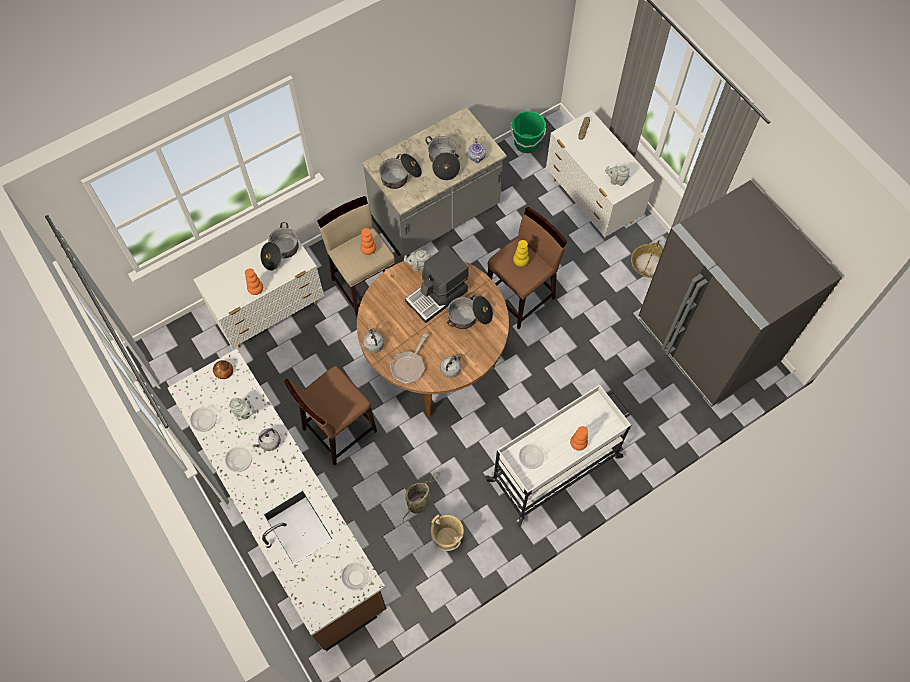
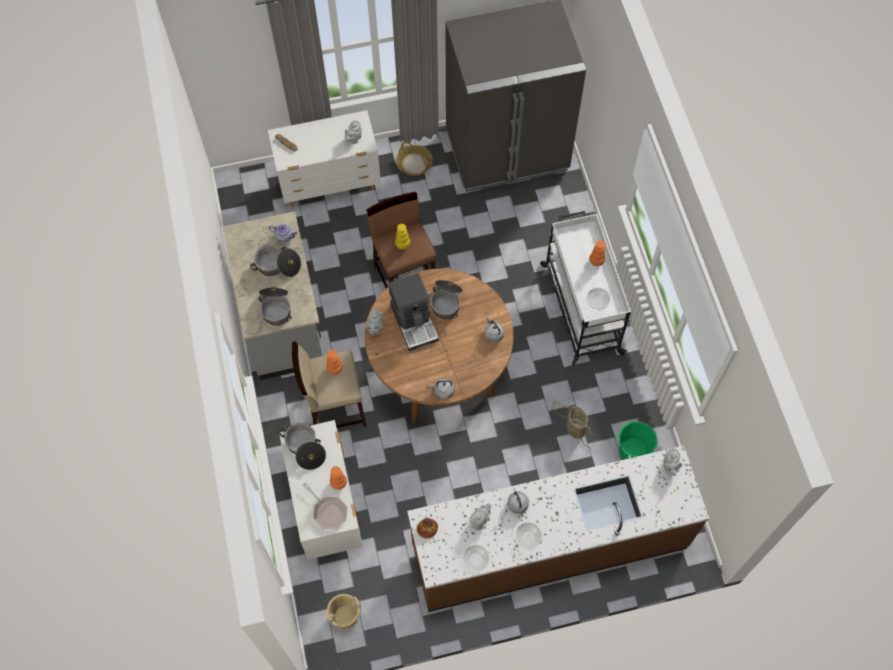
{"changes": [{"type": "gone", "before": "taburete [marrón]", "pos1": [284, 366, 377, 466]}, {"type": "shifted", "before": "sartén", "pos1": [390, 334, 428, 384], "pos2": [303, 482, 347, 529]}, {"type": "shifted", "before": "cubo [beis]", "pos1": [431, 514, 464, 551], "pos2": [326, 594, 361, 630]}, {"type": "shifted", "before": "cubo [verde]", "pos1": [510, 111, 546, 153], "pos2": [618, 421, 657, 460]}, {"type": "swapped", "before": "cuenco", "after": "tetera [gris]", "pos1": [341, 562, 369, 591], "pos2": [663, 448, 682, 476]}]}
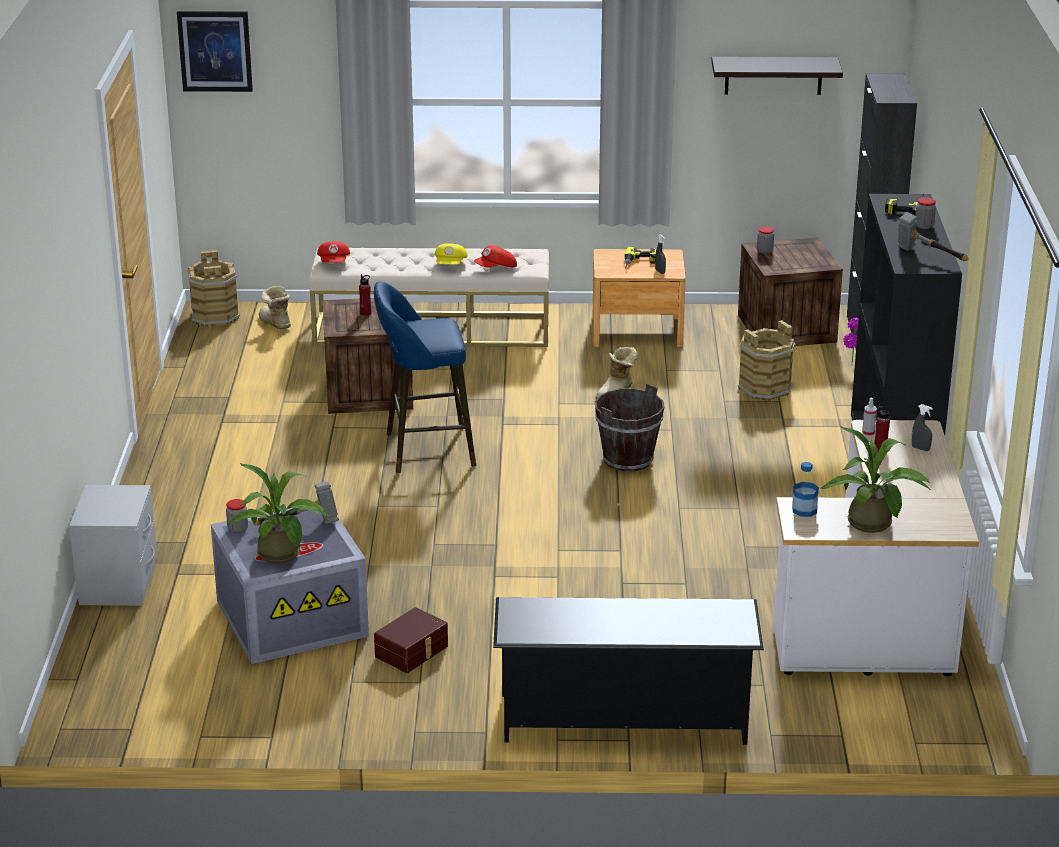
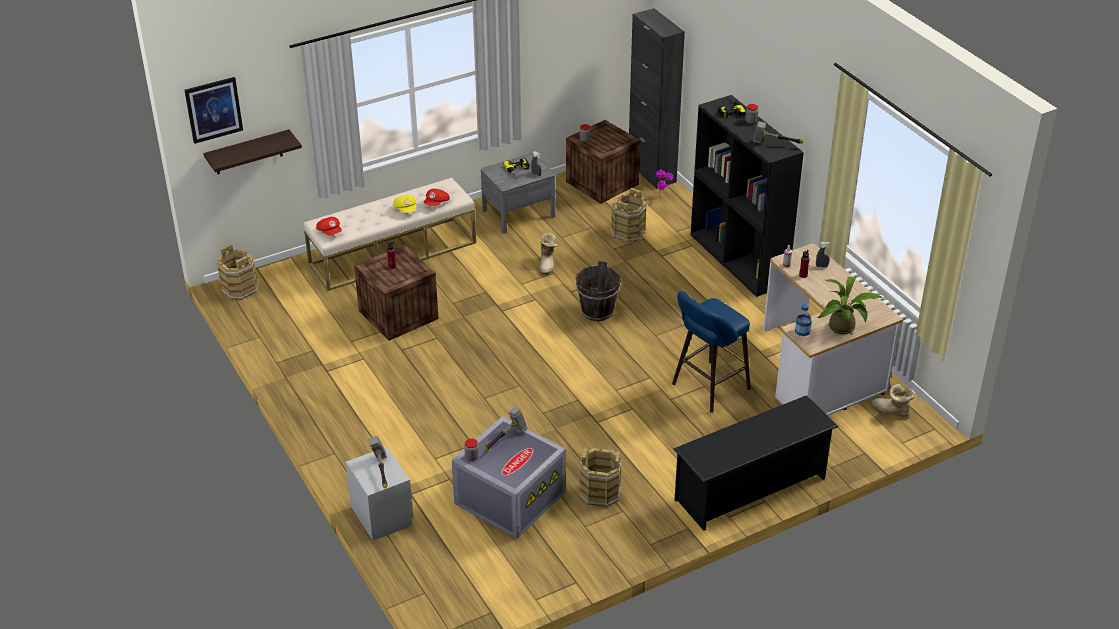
{"changes": [{"type": "gone", "before": "planta en maceta", "pos1": [227, 463, 331, 563]}, {"type": "new", "after": "martillo", "pos2": [369, 436, 388, 488]}, {"type": "shifted", "before": "bota", "pos1": [259, 286, 291, 329], "pos2": [871, 384, 916, 417]}, {"type": "shifted", "before": "taburete [azul]", "pos1": [374, 281, 476, 473], "pos2": [672, 291, 751, 413]}, {"type": "shifted", "before": "estante", "pos1": [711, 57, 843, 95], "pos2": [203, 130, 302, 174]}, {"type": "swapped", "before": "caja de almacenaje [marrón]", "after": "cubo [marrón]", "pos1": [374, 607, 448, 673], "pos2": [580, 447, 622, 507]}, {"type": "repainted", "before": "mesita de noche [marrón]", "after": "mesita de noche [gris]", "pos1": [593, 249, 686, 347], "pos2": [481, 153, 555, 234]}]}
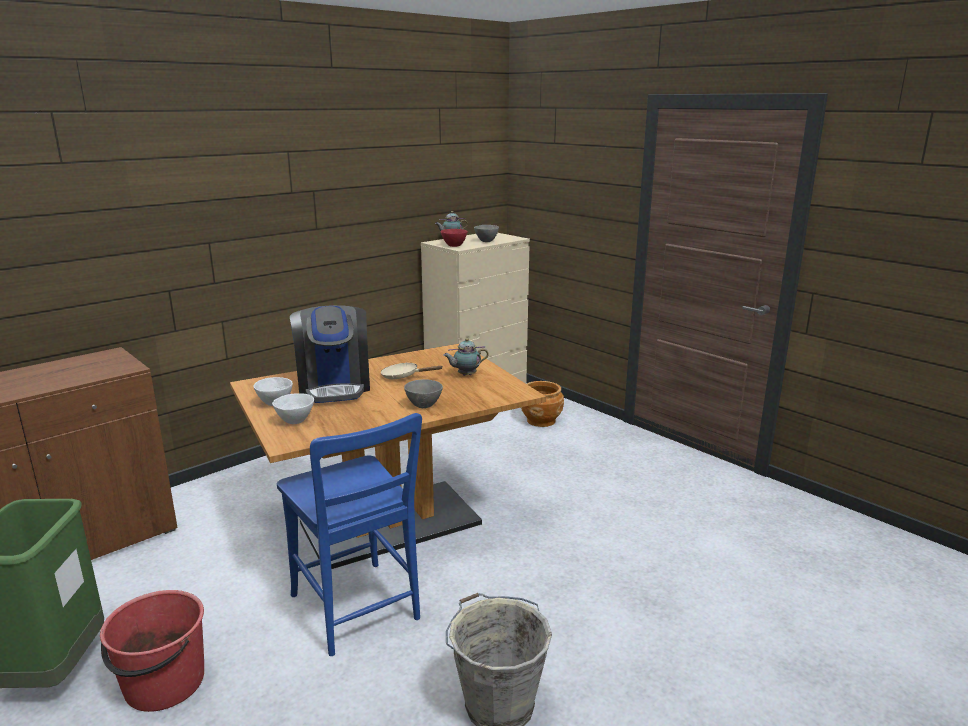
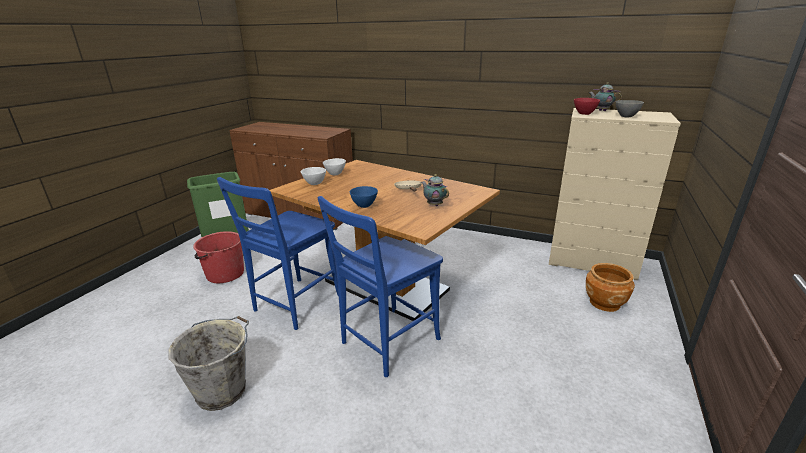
{"changes": [{"type": "gone", "before": "cafetera", "pos1": [290, 305, 370, 403]}, {"type": "new", "after": "silla [azul]", "pos2": [318, 196, 443, 377]}, {"type": "repainted", "before": "cuenco [gris]", "after": "cuenco [azul]", "pos1": [404, 379, 443, 408], "pos2": [350, 186, 378, 208]}]}
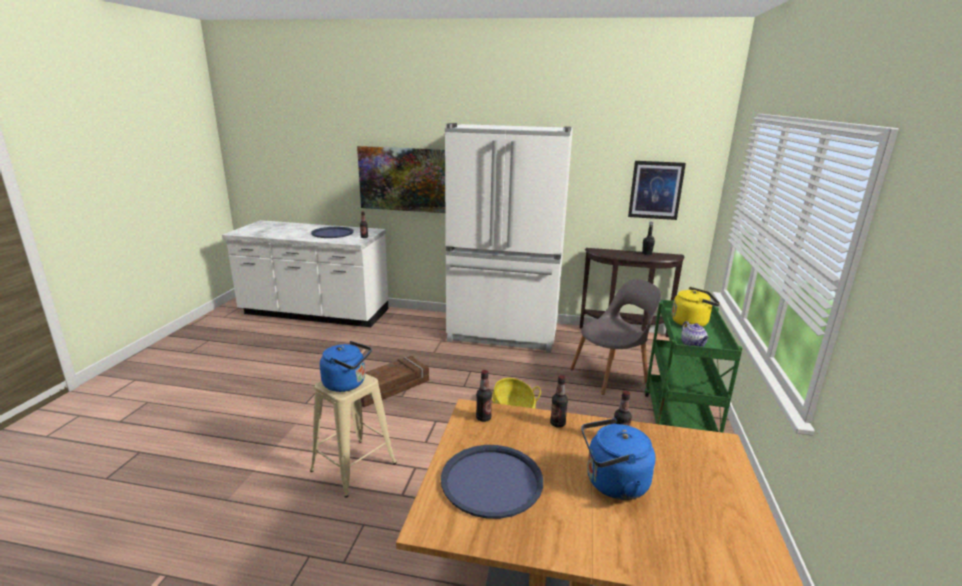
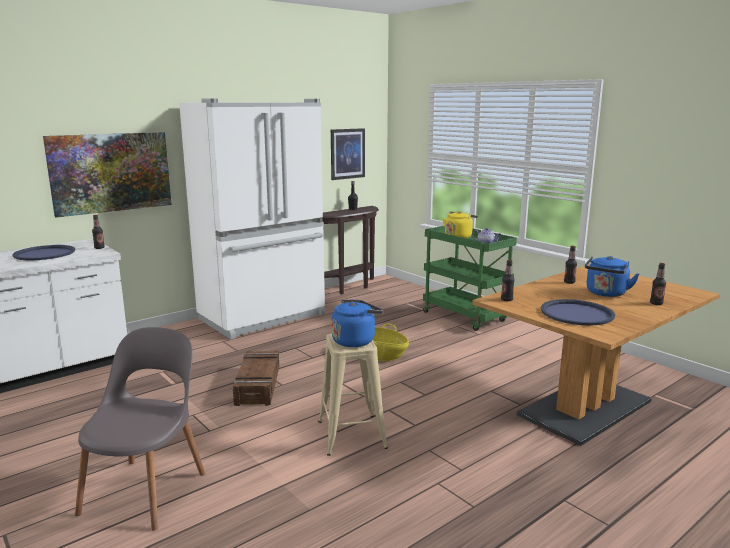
{"changes": [{"type": "shifted", "before": "botella", "pos1": [550, 375, 568, 428], "pos2": [650, 263, 666, 305]}, {"type": "shifted", "before": "silla [gris]", "pos1": [570, 279, 661, 395], "pos2": [75, 327, 205, 531]}]}
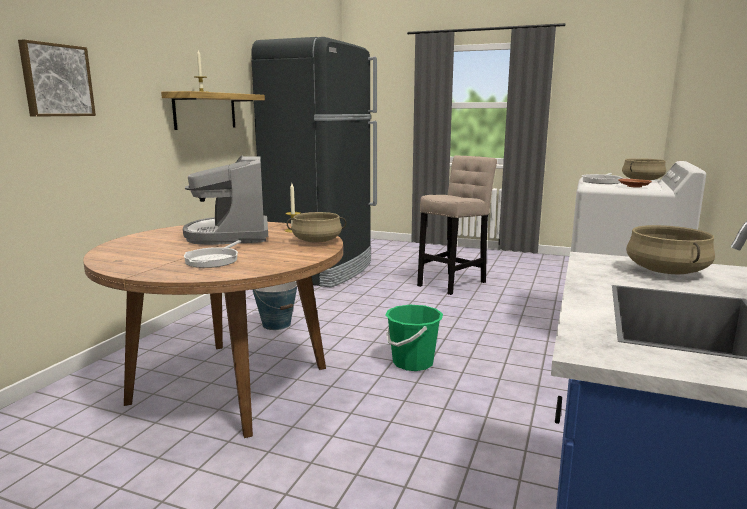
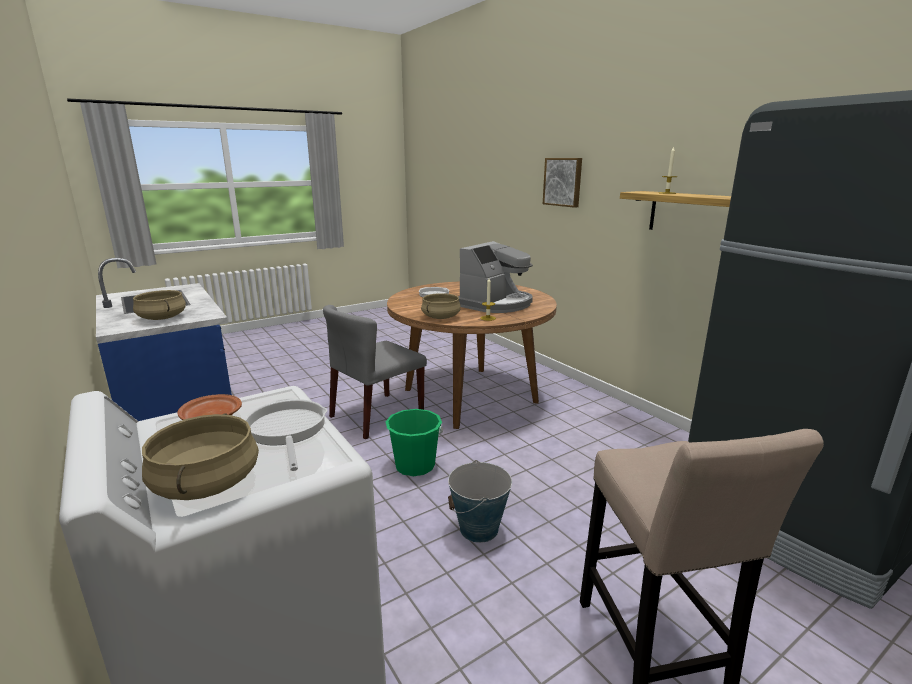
{"changes": [{"type": "new", "after": "silla [gris]", "pos2": [323, 305, 427, 439]}, {"type": "shifted", "before": "cubo", "pos1": [252, 281, 299, 330], "pos2": [448, 460, 512, 543]}, {"type": "rotated", "before": "cafetera", "pos1": [183, 156, 268, 245], "pos2": [458, 241, 533, 313], "turn": 105}]}
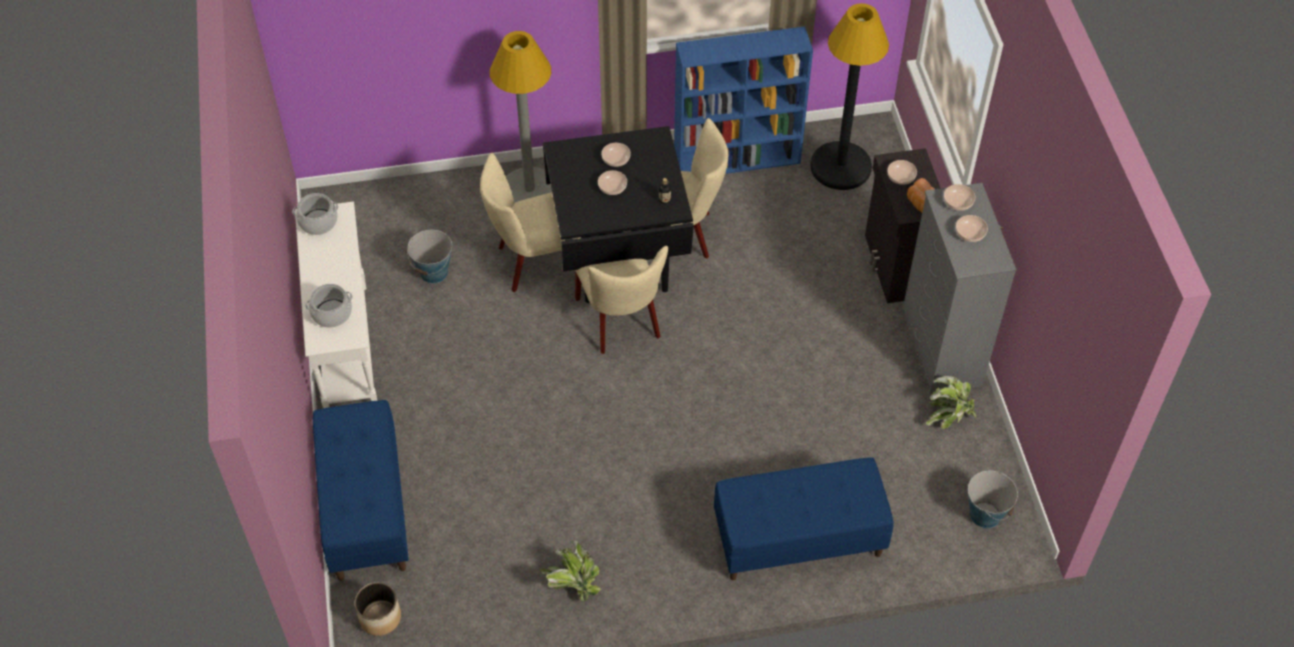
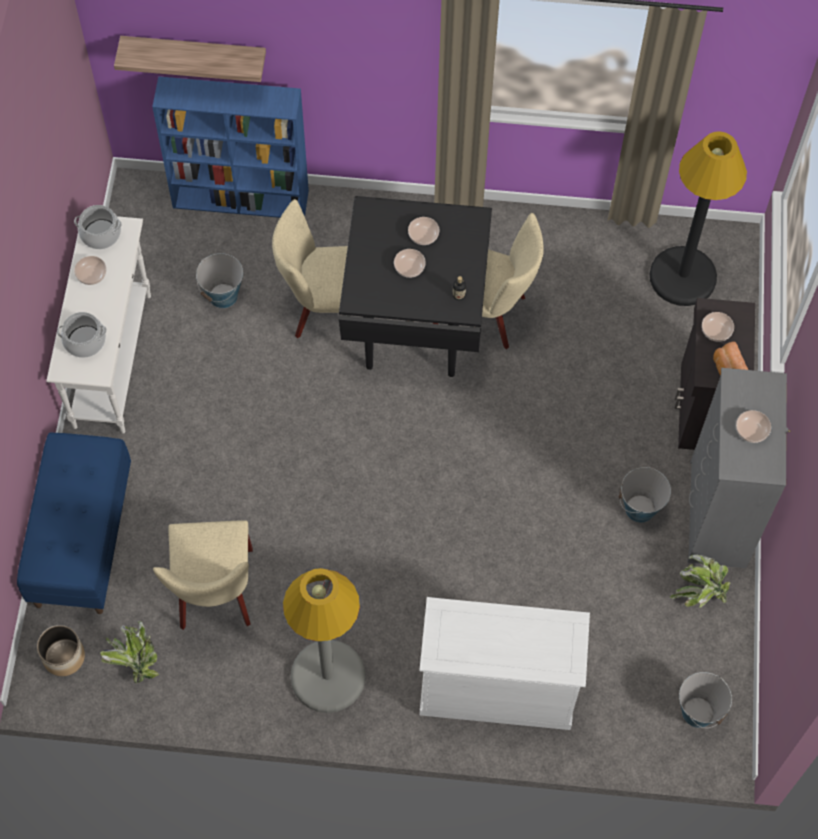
{"changes": [{"type": "new", "after": "estante", "pos2": [114, 36, 266, 82]}, {"type": "new", "after": "cubo", "pos2": [618, 467, 671, 523]}, {"type": "shifted", "before": "lámpara de pie [gris]", "pos1": [490, 31, 552, 203], "pos2": [283, 568, 365, 713]}, {"type": "shifted", "before": "planta en maceta", "pos1": [540, 540, 602, 602], "pos2": [100, 621, 159, 683]}, {"type": "shifted", "before": "silla [beis]", "pos1": [575, 246, 668, 354], "pos2": [153, 520, 253, 630]}, {"type": "shifted", "before": "estantería [azul]", "pos1": [674, 26, 813, 174], "pos2": [152, 76, 309, 218]}, {"type": "shifted", "before": "cuenco", "pos1": [944, 184, 975, 211], "pos2": [74, 256, 106, 285]}, {"type": "swapped", "before": "banco [azul]", "after": "cómoda [blanco]", "pos1": [714, 457, 894, 580], "pos2": [419, 597, 590, 730]}]}
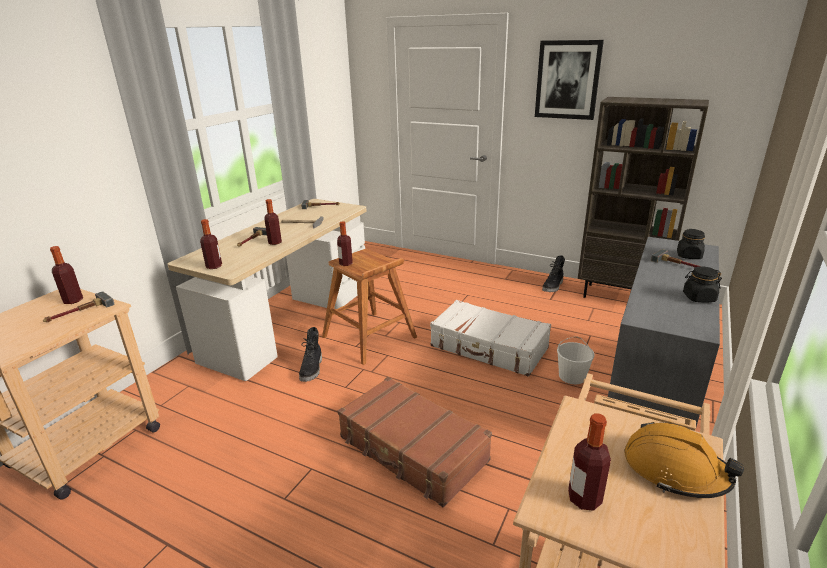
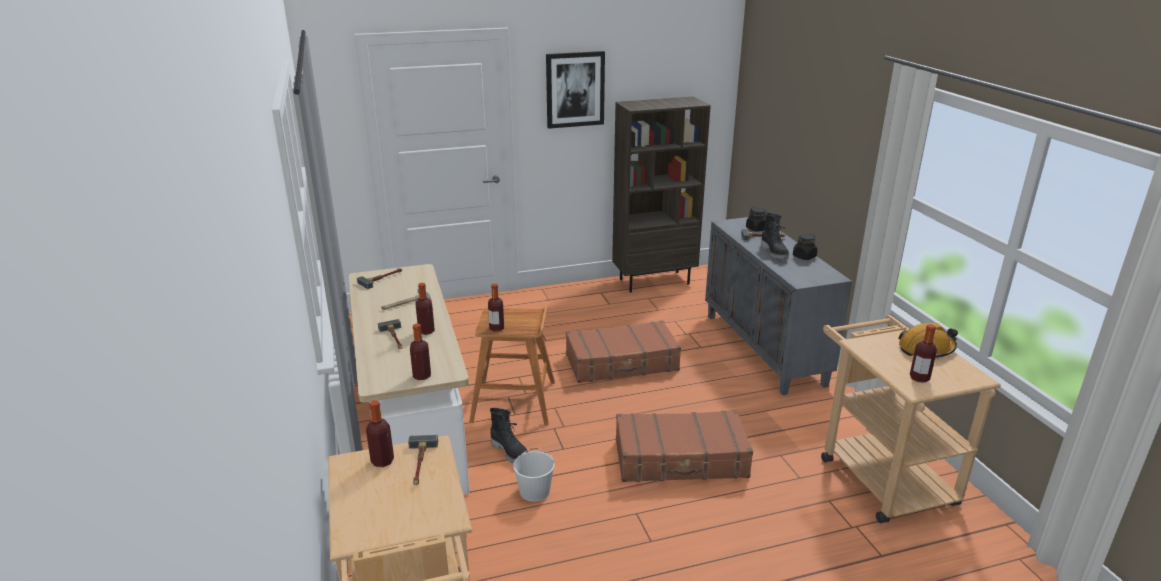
{"changes": [{"type": "shifted", "before": "bota [negro]", "pos1": [542, 255, 565, 292], "pos2": [761, 213, 789, 260]}, {"type": "shifted", "before": "cubo [blanco]", "pos1": [557, 336, 595, 384], "pos2": [513, 448, 555, 502]}, {"type": "repainted", "before": "maleta [blanco]", "after": "maleta [marrón]", "pos1": [430, 300, 551, 377], "pos2": [566, 321, 681, 383]}]}
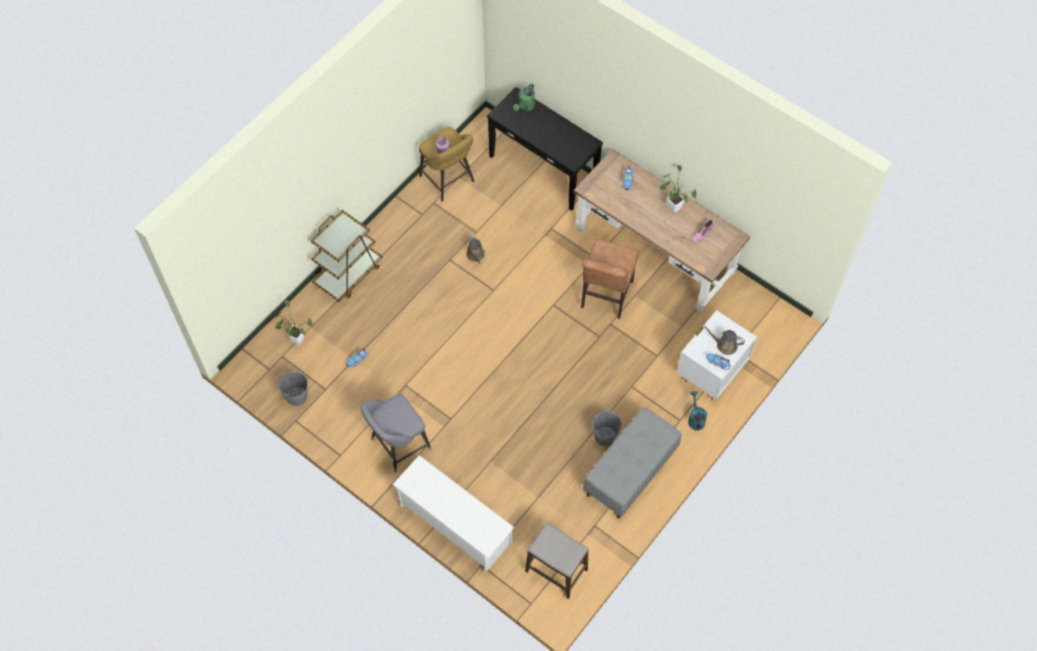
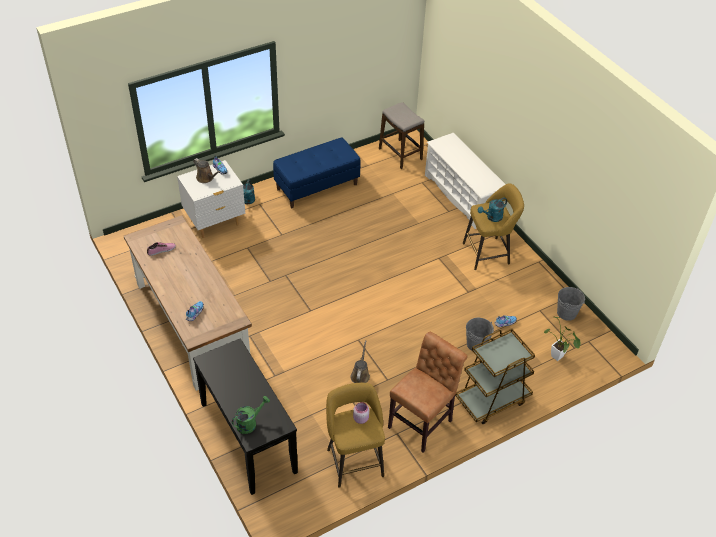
{"changes": [{"type": "gone", "before": "planta en maceta", "pos1": [659, 165, 697, 213]}, {"type": "new", "after": "regadera [turquesa]", "pos2": [478, 197, 507, 222]}, {"type": "shifted", "before": "silla [marrón]", "pos1": [581, 239, 639, 319], "pos2": [388, 332, 467, 453]}, {"type": "shifted", "before": "cubo [gris]", "pos1": [592, 411, 622, 446], "pos2": [466, 318, 494, 351]}, {"type": "repainted", "before": "taburete [gris]", "after": "taburete [amarillo]", "pos1": [360, 394, 432, 472], "pos2": [463, 184, 524, 270]}, {"type": "repainted", "before": "banco [gris]", "after": "banco [azul]", "pos1": [583, 407, 682, 519], "pos2": [273, 138, 360, 208]}]}
